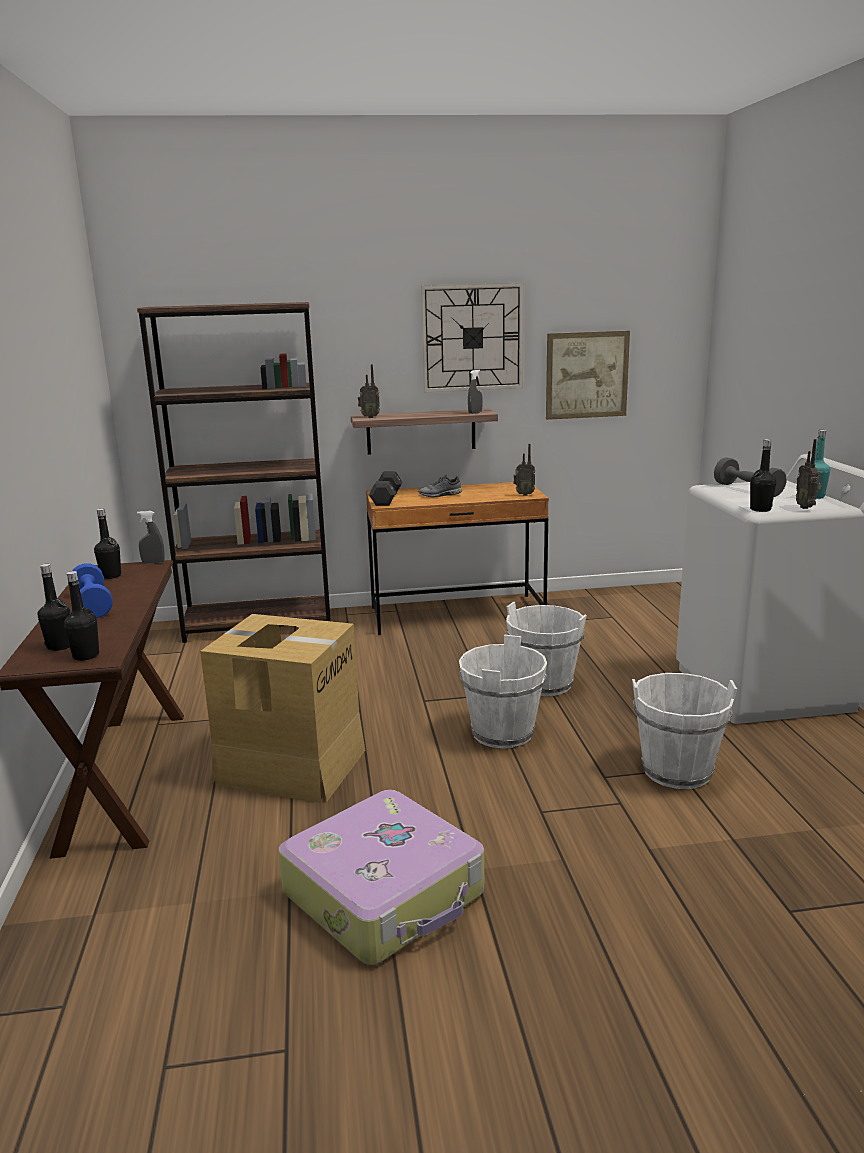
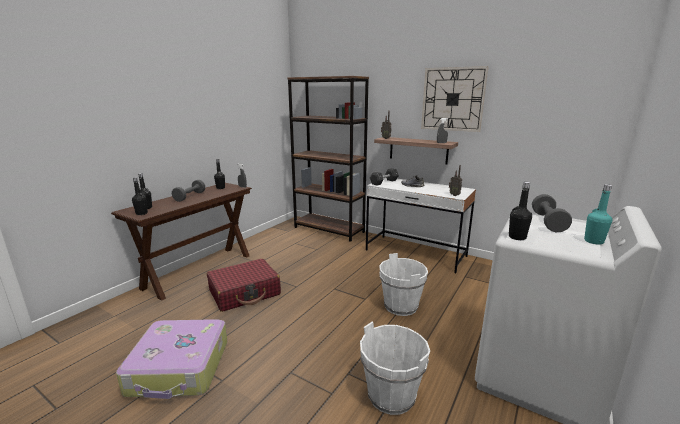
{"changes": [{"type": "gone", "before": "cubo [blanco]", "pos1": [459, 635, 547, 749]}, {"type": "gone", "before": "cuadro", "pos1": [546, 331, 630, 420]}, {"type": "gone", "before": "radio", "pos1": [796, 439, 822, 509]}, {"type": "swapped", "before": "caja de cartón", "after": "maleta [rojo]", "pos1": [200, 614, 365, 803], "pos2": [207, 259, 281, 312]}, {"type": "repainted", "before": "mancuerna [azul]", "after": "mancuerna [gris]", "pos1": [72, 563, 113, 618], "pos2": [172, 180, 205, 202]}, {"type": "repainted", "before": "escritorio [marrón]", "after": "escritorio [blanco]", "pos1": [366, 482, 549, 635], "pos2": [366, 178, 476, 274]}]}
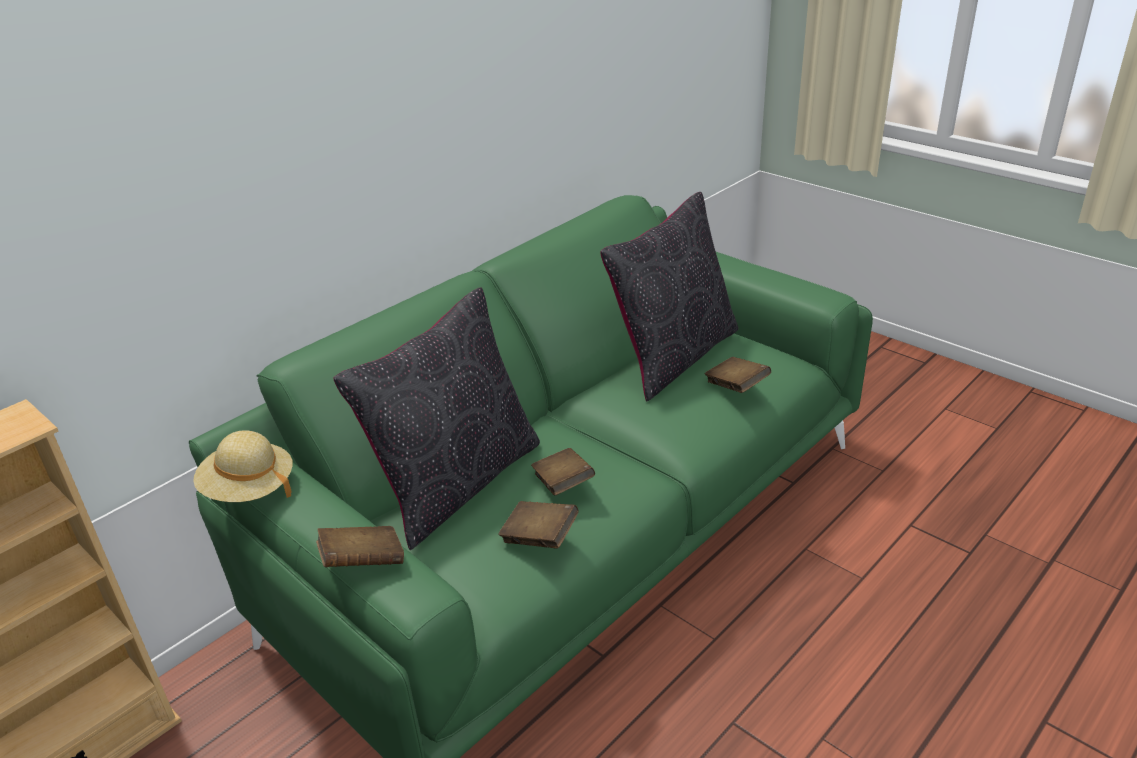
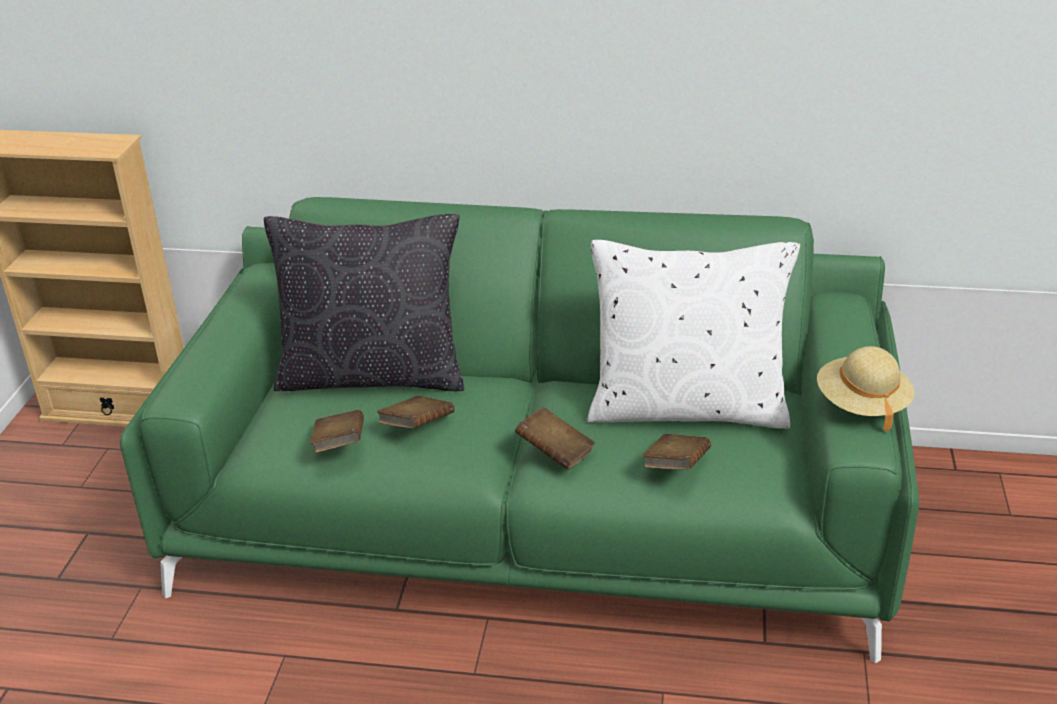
{"changes": [{"type": "shifted", "before": "sombrero [beis]", "pos1": [193, 430, 293, 502], "pos2": [817, 346, 914, 432]}, {"type": "shifted", "before": "libro [marrón]", "pos1": [316, 526, 404, 567], "pos2": [515, 407, 595, 470]}, {"type": "repainted", "before": "cojín [negro]", "after": "cojín [blanco]", "pos1": [600, 192, 738, 402], "pos2": [587, 240, 800, 429]}]}
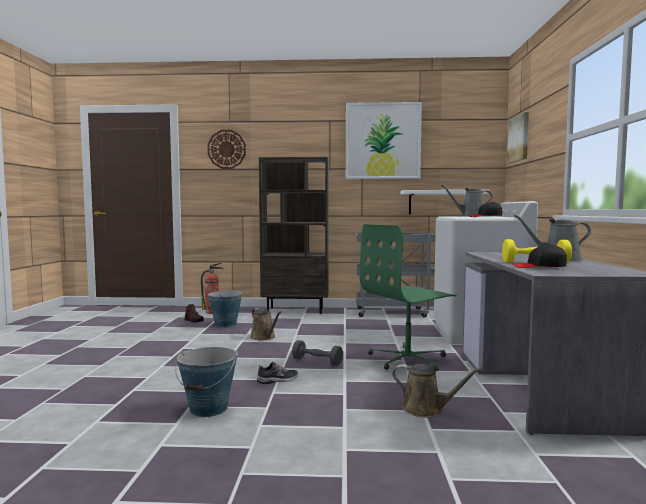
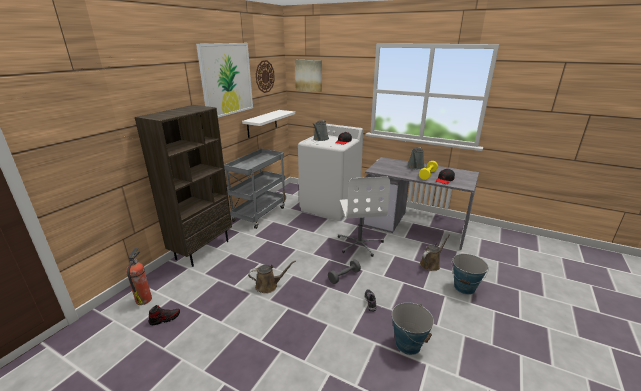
{"changes": [{"type": "shifted", "before": "reloj de pared", "pos1": [207, 130, 246, 169], "pos2": [256, 60, 275, 93]}, {"type": "shifted", "before": "cubo", "pos1": [208, 289, 242, 328], "pos2": [451, 254, 489, 295]}, {"type": "repainted", "before": "silla de oficina [verde]", "after": "silla de oficina [blanco]", "pos1": [360, 224, 457, 371], "pos2": [338, 177, 390, 257]}]}
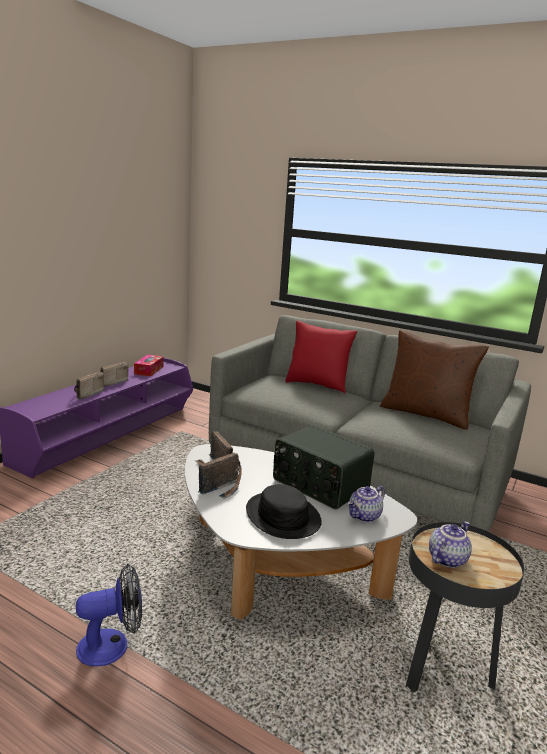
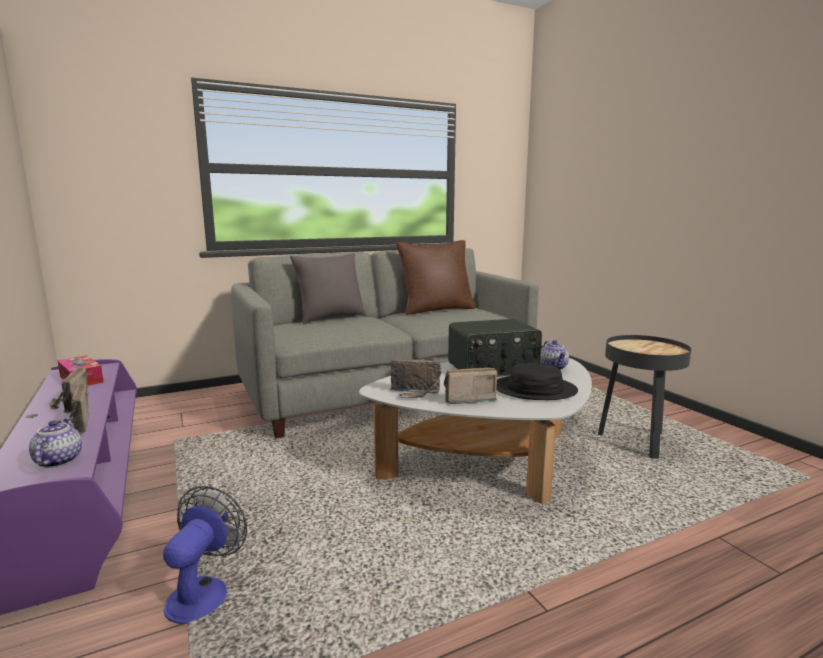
{"changes": [{"type": "shifted", "before": "ventilador", "pos1": [76, 564, 142, 666], "pos2": [163, 486, 247, 624]}, {"type": "shifted", "before": "tetera", "pos1": [429, 521, 472, 568], "pos2": [29, 418, 82, 468]}, {"type": "repainted", "before": "cojín [rojo]", "after": "cojín [gris]", "pos1": [285, 321, 357, 393], "pos2": [290, 253, 366, 324]}, {"type": "rotated", "before": "radio", "pos1": [198, 453, 242, 499], "pos2": [444, 368, 497, 404], "turn": -90}]}
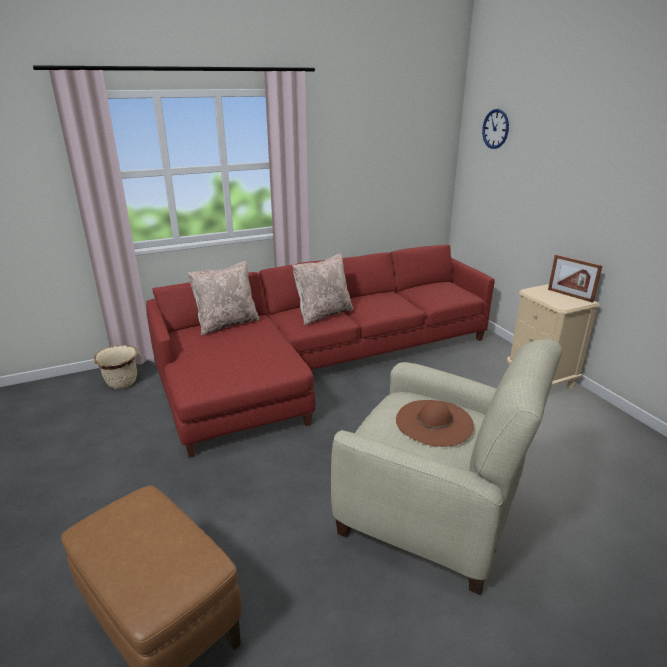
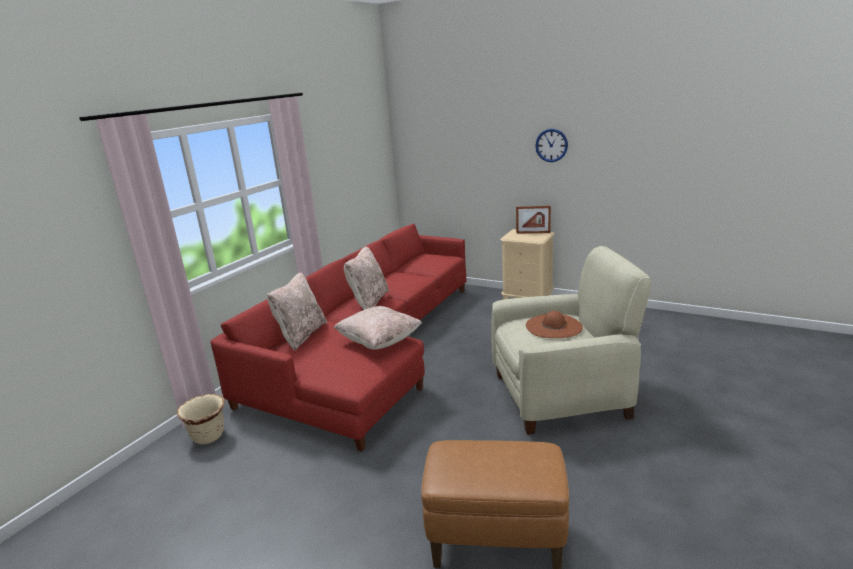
{"changes": [{"type": "new", "after": "cojín [beis]", "pos2": [334, 306, 422, 350]}, {"type": "shifted", "before": "reloj de pared", "pos1": [482, 109, 509, 149], "pos2": [535, 129, 568, 162]}]}
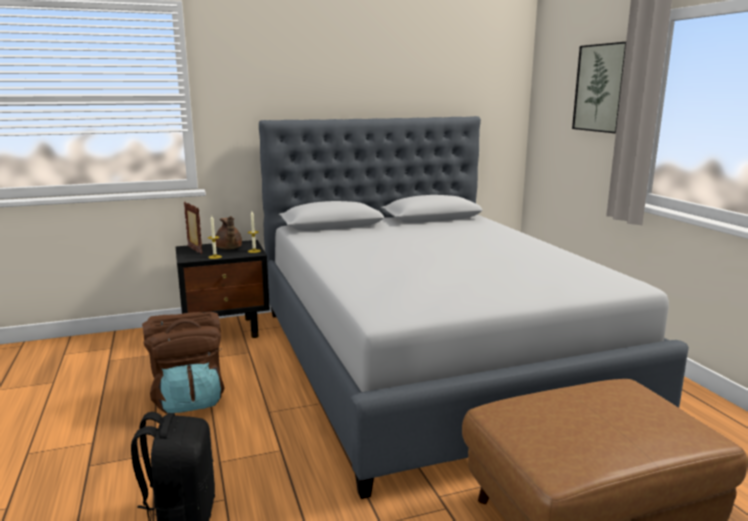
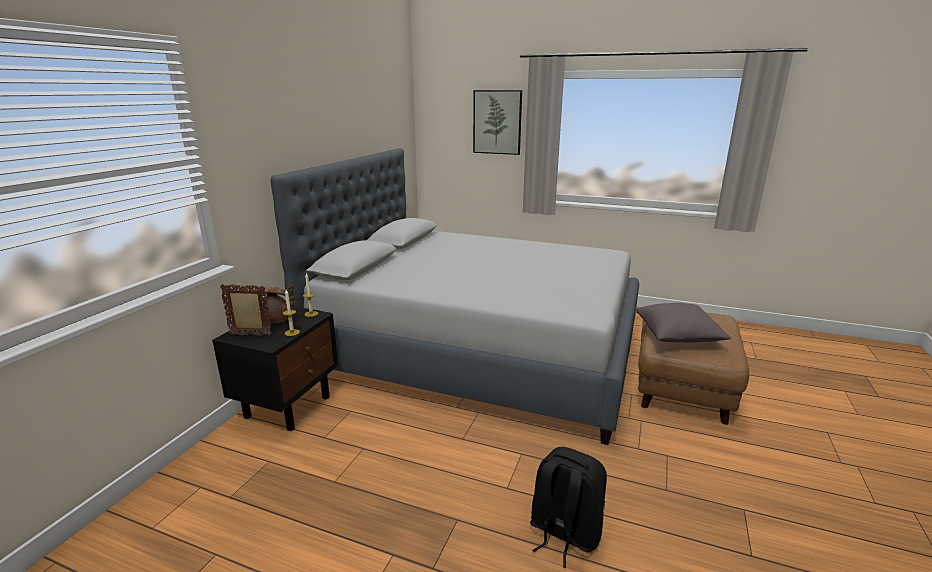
{"changes": [{"type": "gone", "before": "mochila [marrón]", "pos1": [142, 312, 225, 413]}, {"type": "new", "after": "cojín [gris]", "pos2": [635, 303, 732, 342]}]}
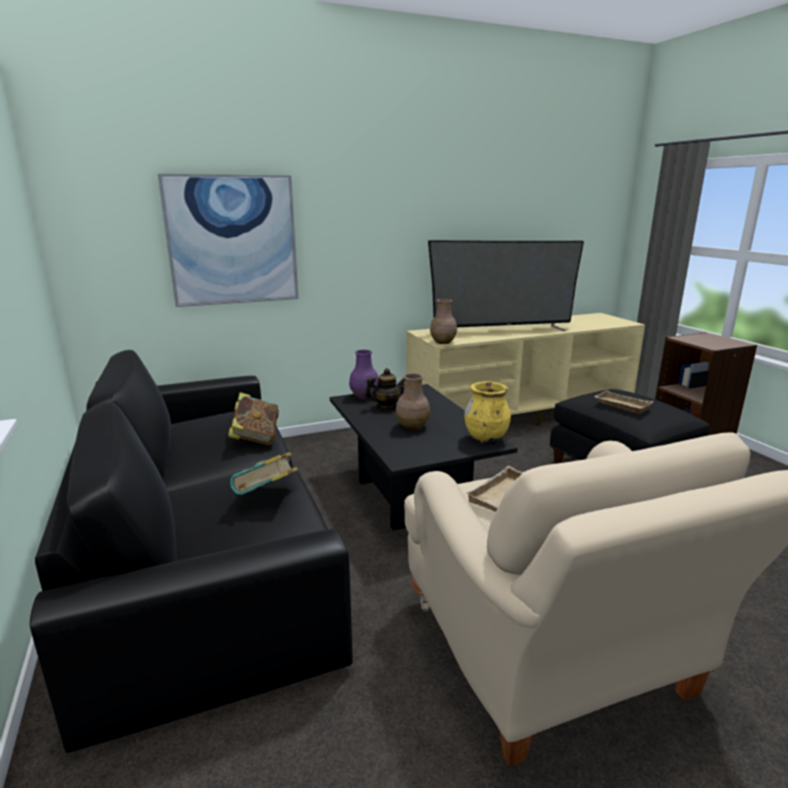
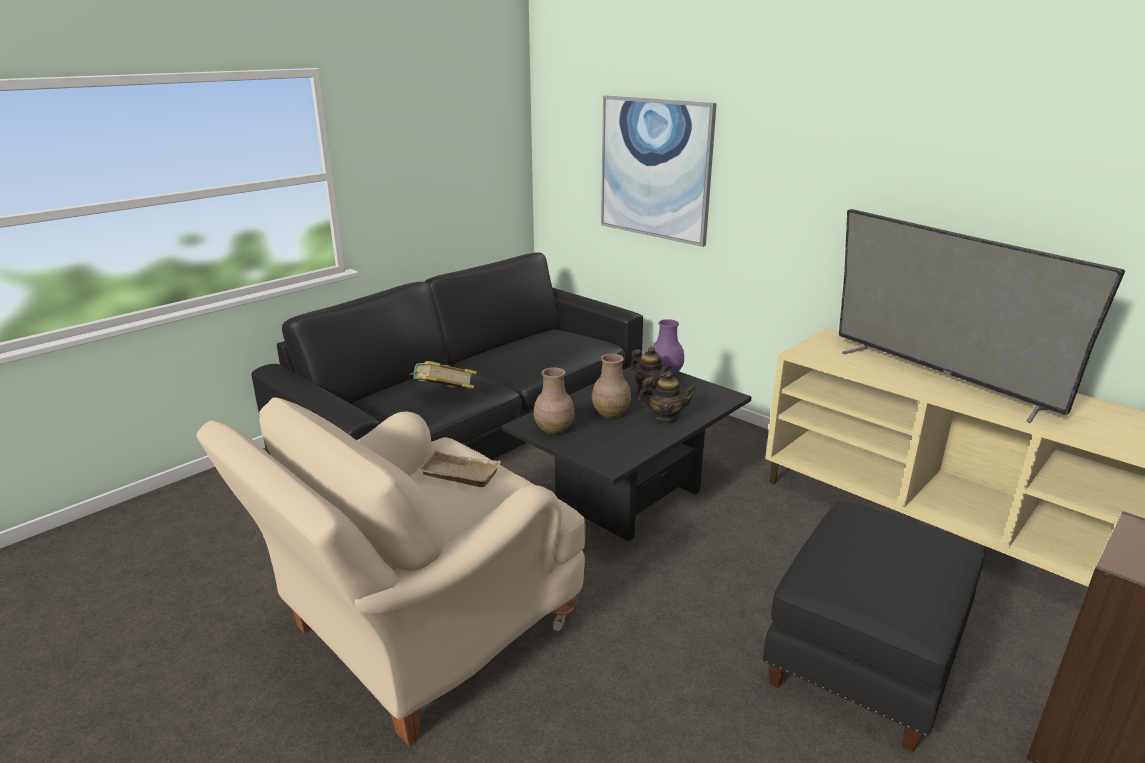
{"changes": [{"type": "gone", "before": "libro", "pos1": [228, 392, 279, 445]}, {"type": "gone", "before": "florero [amarillo]", "pos1": [464, 381, 511, 444]}, {"type": "gone", "before": "bandeja [beis]", "pos1": [594, 391, 654, 413]}, {"type": "new", "after": "tetera", "pos2": [638, 371, 696, 423]}, {"type": "shifted", "before": "florero [marrón]", "pos1": [430, 299, 457, 344], "pos2": [534, 367, 575, 435]}]}
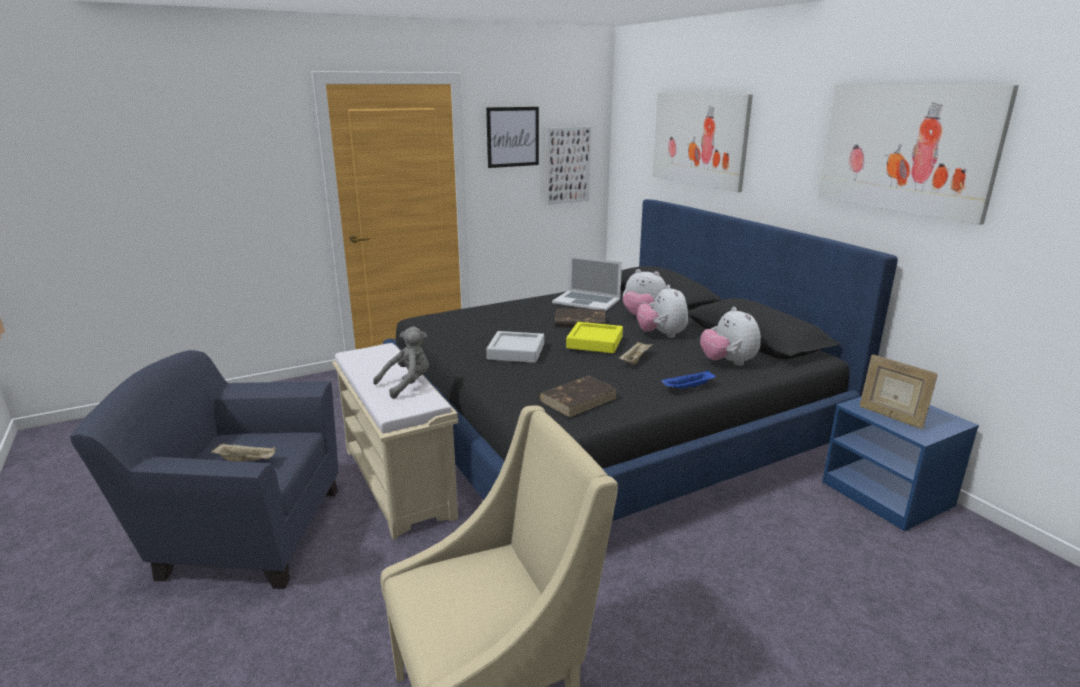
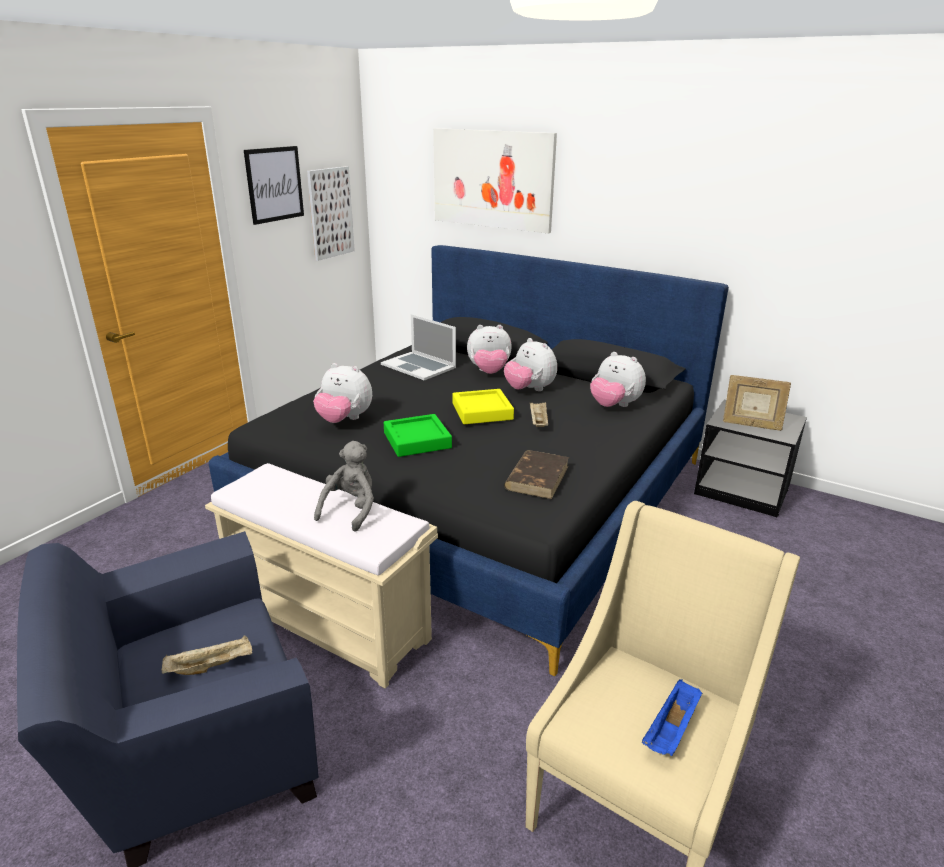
{"changes": [{"type": "gone", "before": "libro [marrón]", "pos1": [555, 308, 605, 327]}, {"type": "gone", "before": "cuadro", "pos1": [818, 85, 1019, 225]}, {"type": "new", "after": "peluche", "pos2": [313, 363, 372, 423]}, {"type": "shifted", "before": "bandeja [azul]", "pos1": [661, 370, 716, 389], "pos2": [642, 679, 702, 756]}, {"type": "repainted", "before": "bandeja [gris]", "after": "bandeja [verde]", "pos1": [486, 331, 544, 363], "pos2": [384, 414, 452, 457]}, {"type": "repainted", "before": "mesita de noche [azul]", "after": "mesita de noche [negro]", "pos1": [822, 396, 979, 531], "pos2": [694, 400, 807, 517]}, {"type": "rotated", "before": "portátil", "pos1": [552, 256, 622, 311], "pos2": [381, 314, 456, 380], "turn": 45}]}
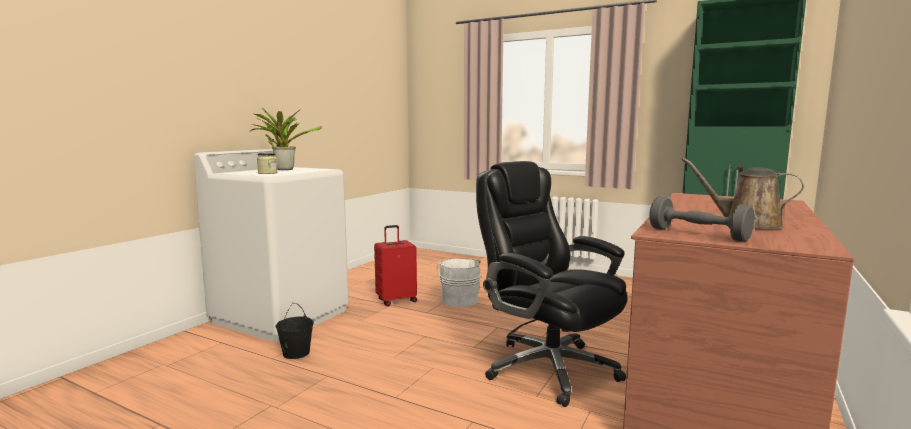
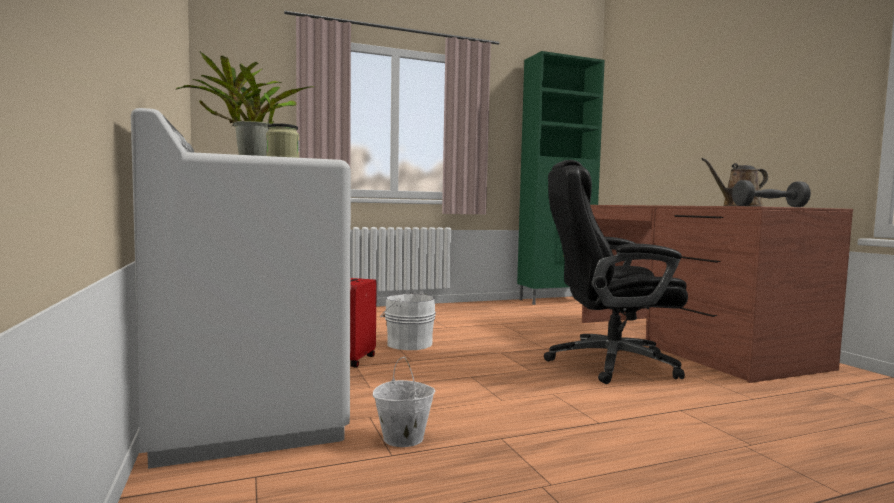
{"changes": [{"type": "repainted", "before": "cubo [negro]", "after": "cubo [blanco]", "pos1": [275, 303, 314, 359], "pos2": [373, 356, 435, 447]}]}
